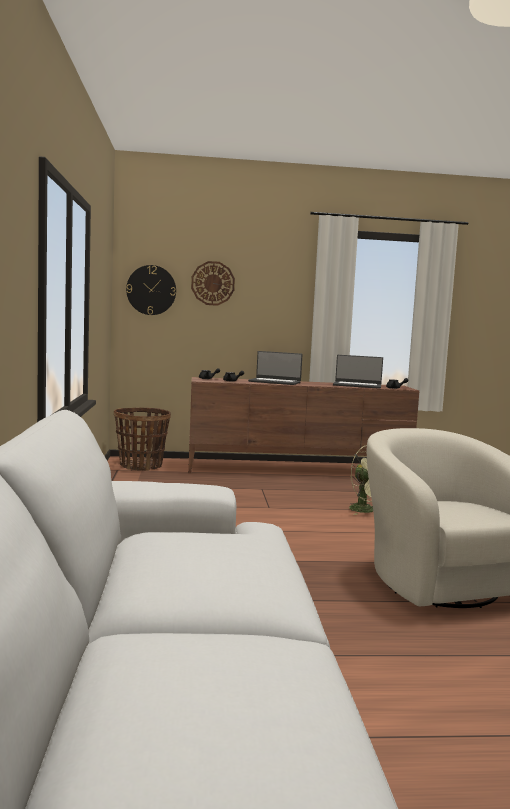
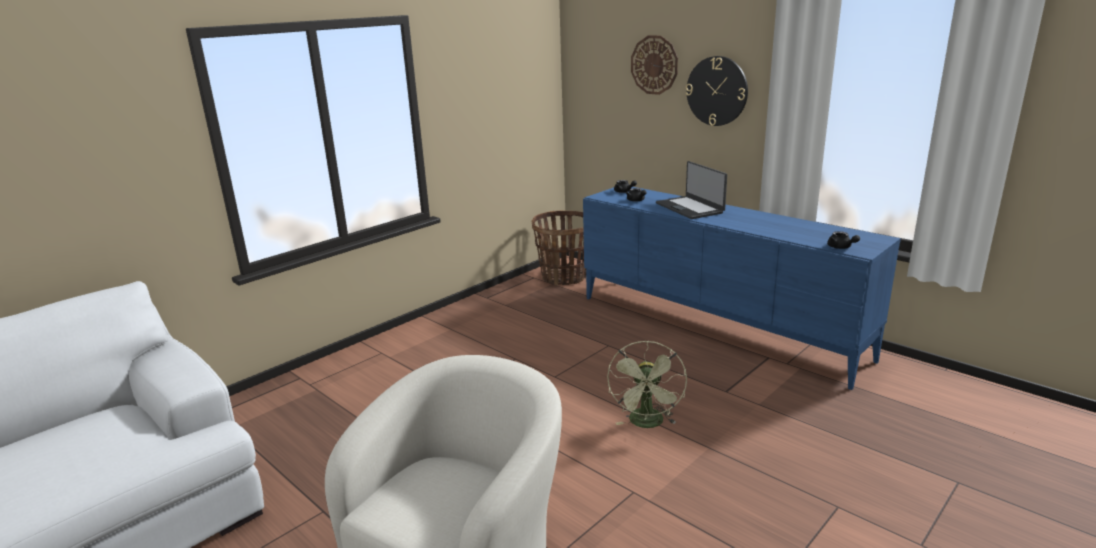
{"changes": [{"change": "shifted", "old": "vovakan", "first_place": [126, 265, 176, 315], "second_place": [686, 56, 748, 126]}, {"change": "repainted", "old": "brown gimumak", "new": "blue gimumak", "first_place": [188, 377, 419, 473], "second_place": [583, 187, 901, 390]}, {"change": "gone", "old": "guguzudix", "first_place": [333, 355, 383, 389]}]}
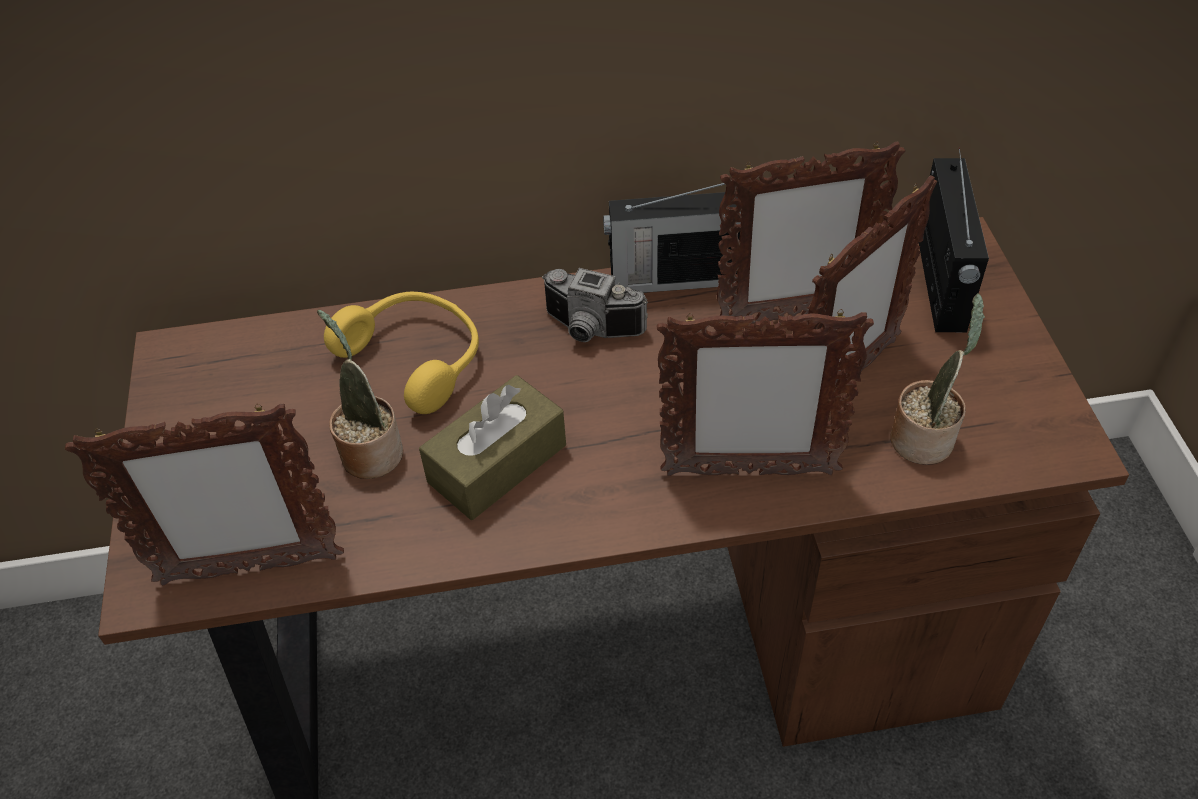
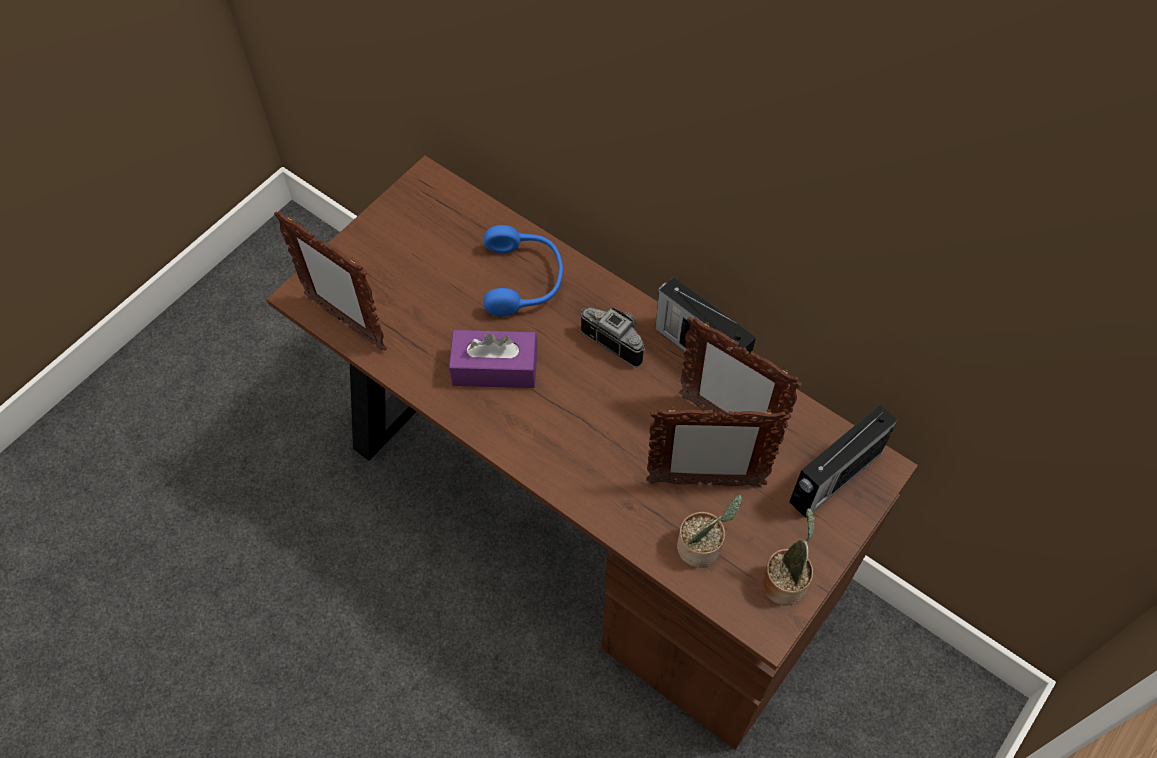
{"changes": [{"change": "shifted", "old": "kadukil", "first_place": [317, 310, 403, 479], "second_place": [762, 508, 815, 606]}, {"change": "repainted", "old": "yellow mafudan", "new": "blue mafudan", "first_place": [324, 292, 479, 414], "second_place": [483, 225, 564, 317]}, {"change": "repainted", "old": "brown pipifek", "new": "purple pipifek", "first_place": [419, 375, 566, 520], "second_place": [449, 330, 538, 388]}, {"change": "rotated", "old": "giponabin", "first_place": [542, 268, 648, 342], "second_place": [581, 307, 645, 367], "degrees": 150}, {"change": "gone", "old": "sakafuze", "first_place": [657, 309, 874, 476]}]}
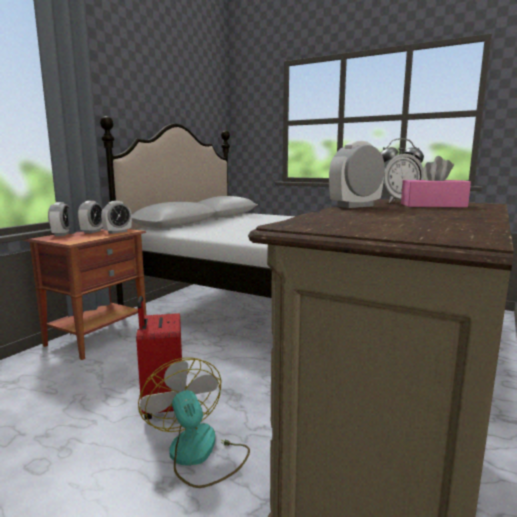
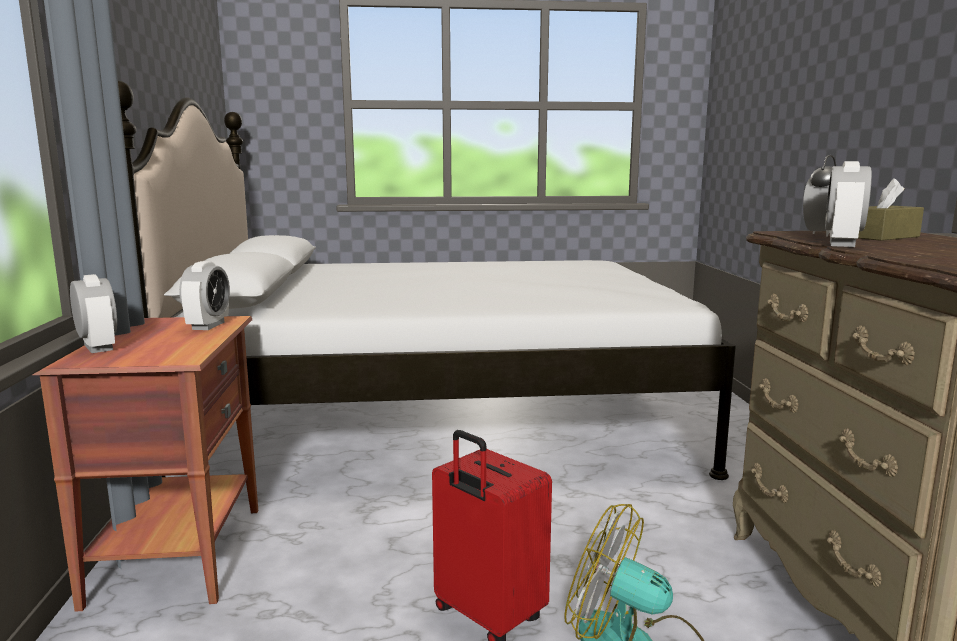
{"changes": [{"change": "gone", "old": "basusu", "first_place": [78, 201, 103, 233]}, {"change": "repainted", "old": "pink pipifek", "new": "brown pipifek", "first_place": [401, 156, 471, 207], "second_place": [858, 178, 924, 241]}]}
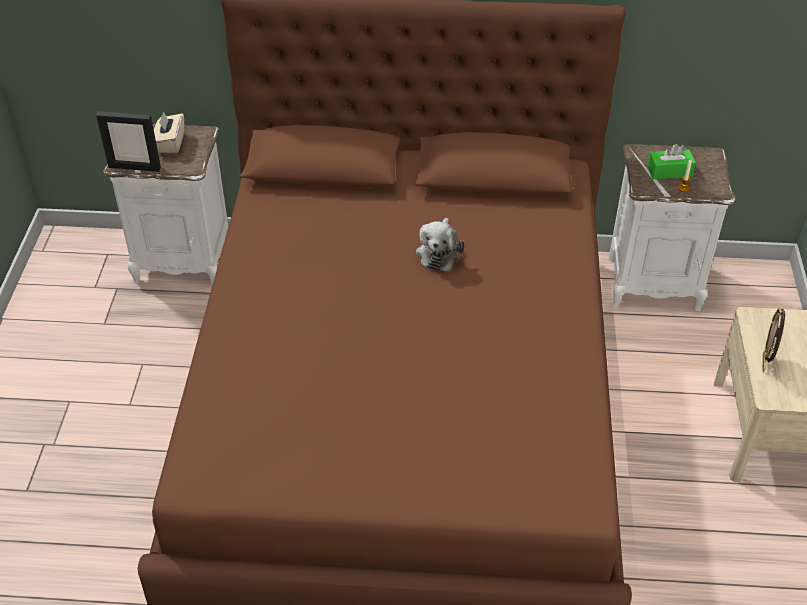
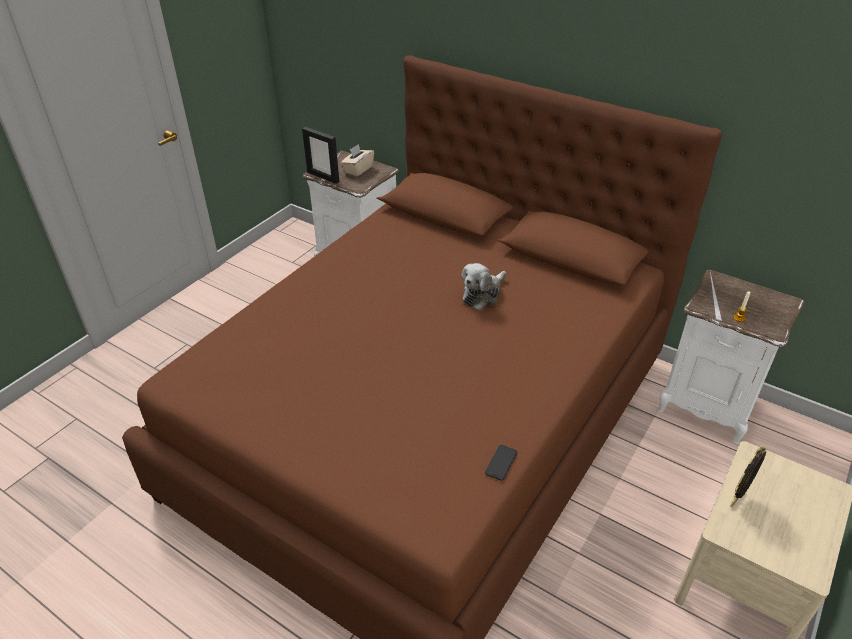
{"changes": [{"change": "gone", "old": "green pipifek", "first_place": [647, 144, 696, 179]}, {"change": "new", "new": "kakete", "second_place": [485, 445, 517, 481]}]}
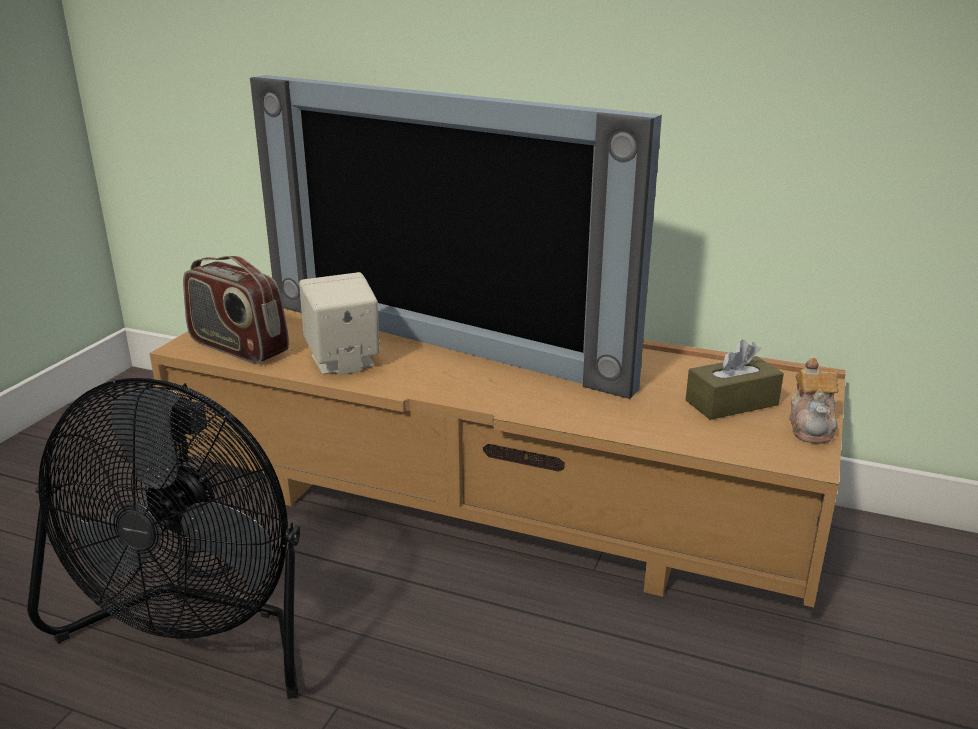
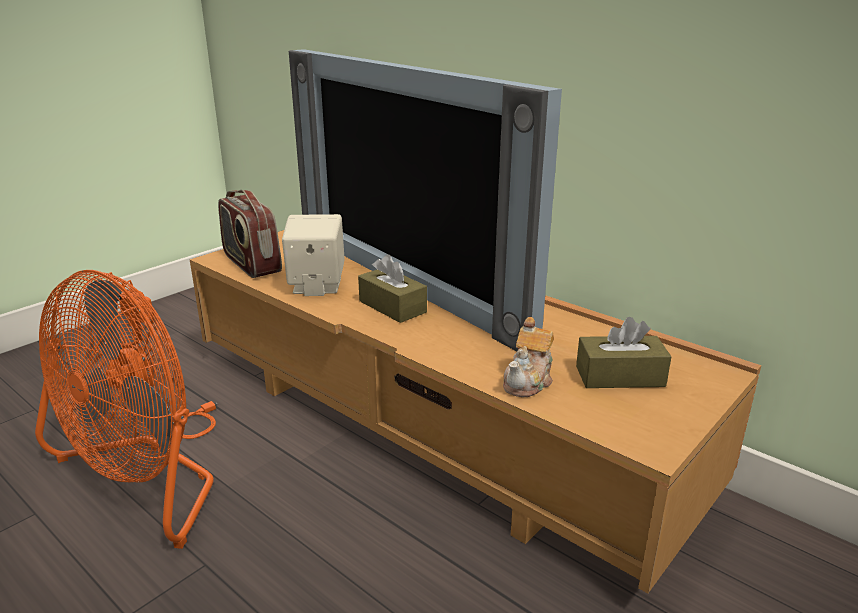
{"changes": [{"change": "repainted", "old": "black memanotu", "new": "orange memanotu", "first_place": [27, 378, 300, 699], "second_place": [35, 270, 217, 549]}, {"change": "shifted", "old": "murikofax", "first_place": [789, 358, 839, 444], "second_place": [503, 317, 554, 397]}, {"change": "new", "new": "brown pipifek", "second_place": [358, 255, 427, 323]}]}
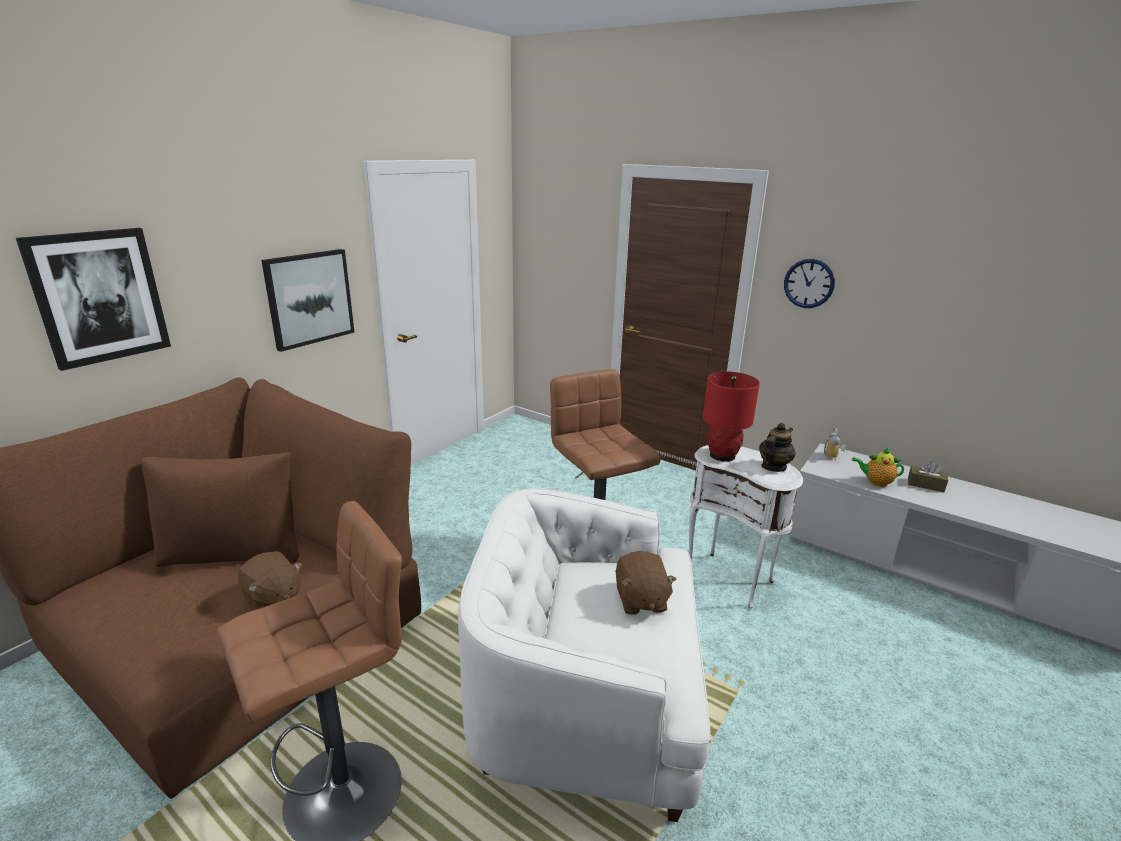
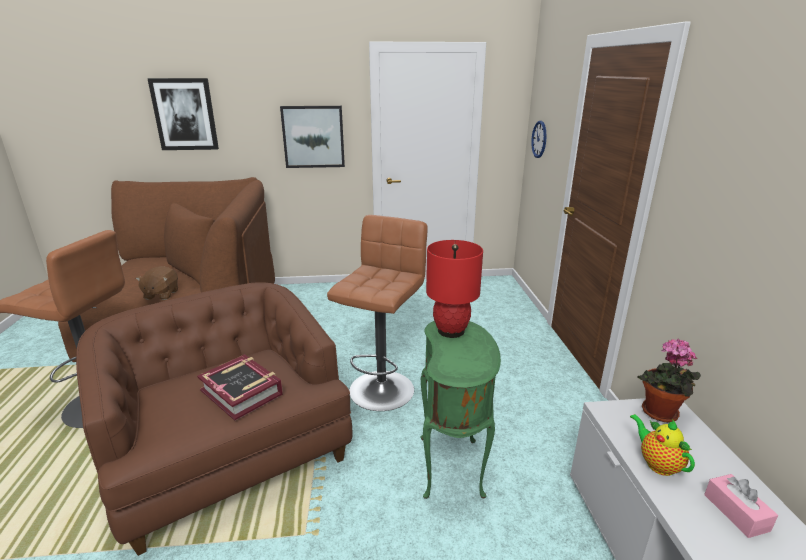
{"changes": [{"change": "repainted", "old": "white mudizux", "new": "brown mudizux", "first_place": [458, 488, 711, 822], "second_place": [76, 282, 353, 556]}, {"change": "swapped", "old": "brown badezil", "new": "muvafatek", "first_place": [616, 551, 677, 615], "second_place": [197, 354, 283, 421]}, {"change": "repainted", "old": "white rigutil", "new": "green rigutil", "first_place": [689, 445, 803, 609], "second_place": [421, 321, 501, 499]}, {"change": "gone", "old": "murikofax", "first_place": [759, 423, 796, 472]}, {"change": "shifted", "old": "vovakan", "first_place": [784, 259, 835, 308], "second_place": [531, 121, 547, 158]}, {"change": "swapped", "old": "basusu", "new": "kadukil", "first_place": [824, 428, 846, 460], "second_place": [637, 339, 701, 423]}, {"change": "repainted", "old": "brown pipifek", "new": "pink pipifek", "first_place": [908, 461, 948, 492], "second_place": [704, 474, 778, 538]}]}
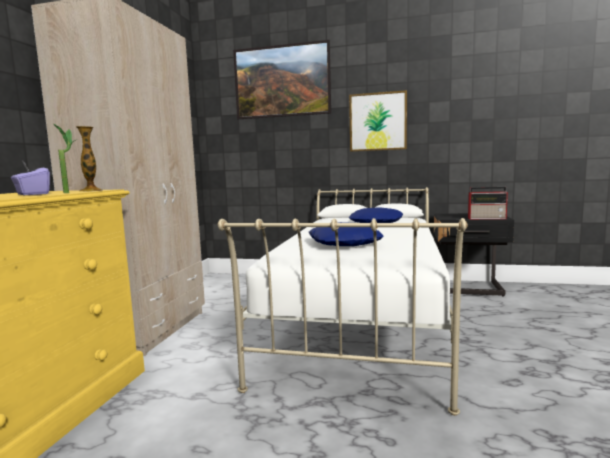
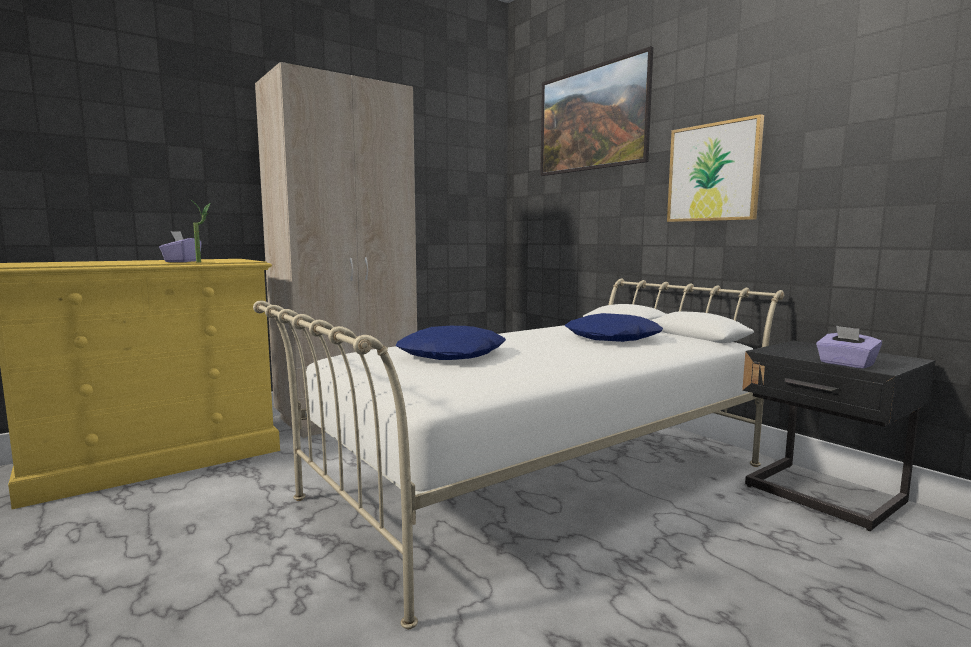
{"changes": [{"change": "gone", "old": "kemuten", "first_place": [76, 126, 103, 192]}, {"change": "swapped", "old": "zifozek", "new": "purple pipifek", "first_place": [468, 187, 508, 219], "second_place": [816, 326, 882, 369]}]}
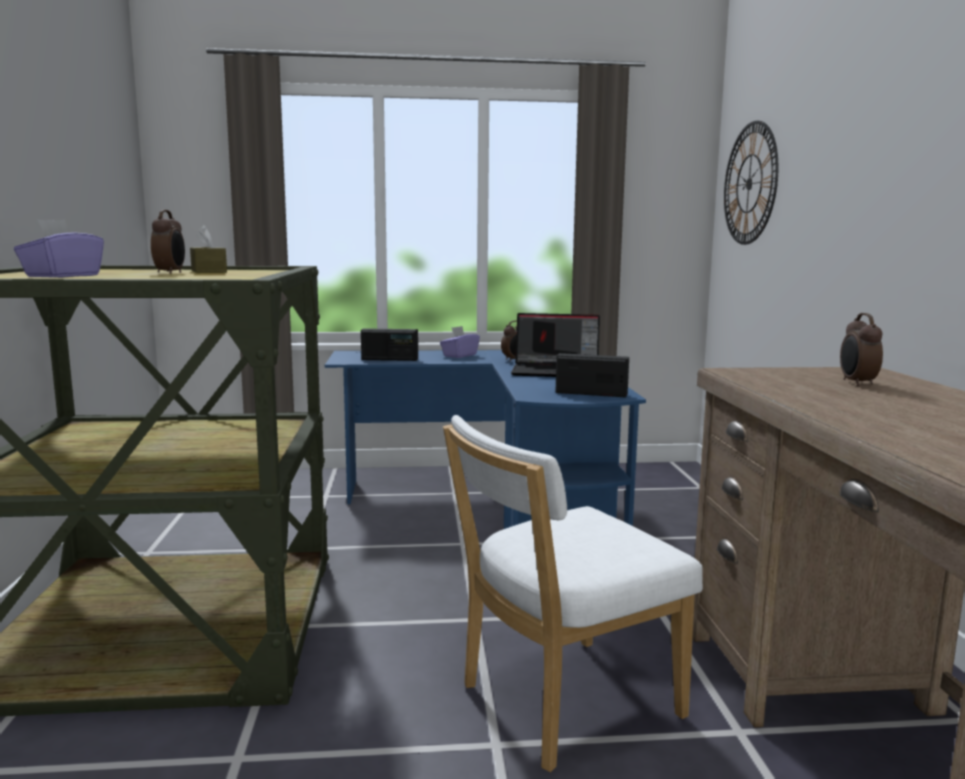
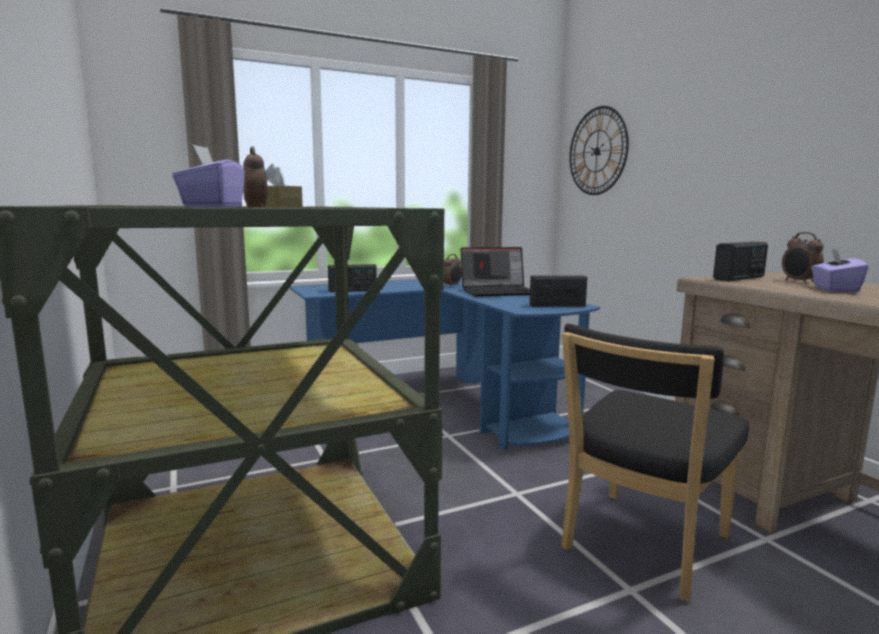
{"changes": [{"change": "shifted", "old": "purple pipifek", "first_place": [440, 326, 480, 358], "second_place": [811, 248, 868, 293]}, {"change": "repainted", "old": "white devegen", "new": "black devegen", "first_place": [443, 415, 703, 772], "second_place": [561, 324, 749, 602]}, {"change": "new", "new": "zifozek", "second_place": [713, 242, 768, 281]}]}
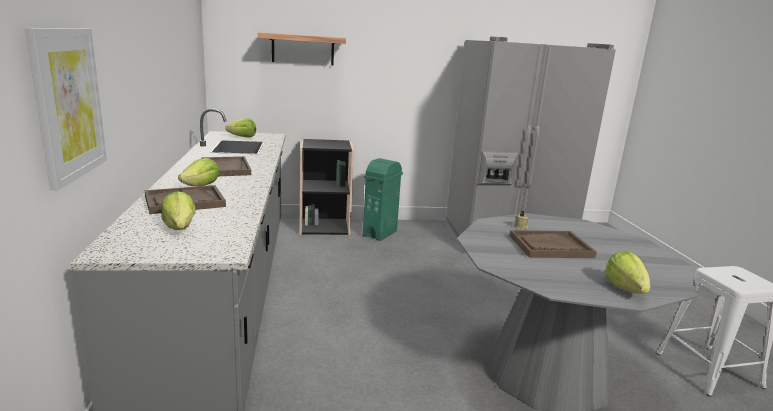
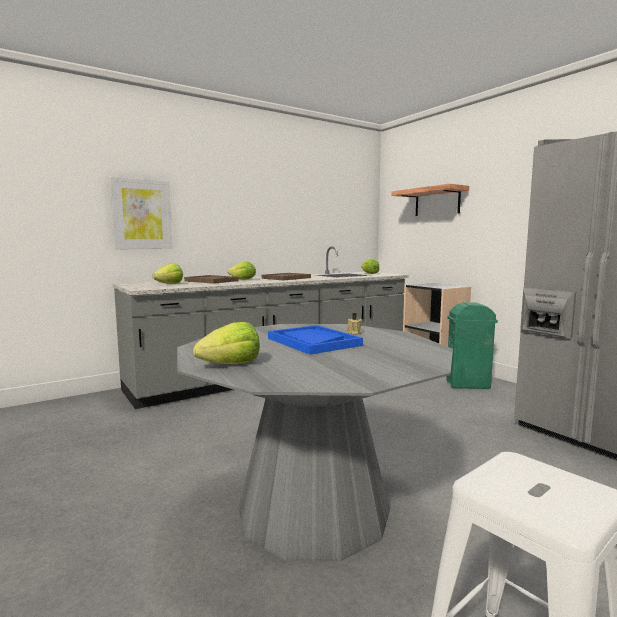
{"changes": [{"change": "repainted", "old": "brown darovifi", "new": "blue darovifi", "first_place": [510, 230, 597, 258], "second_place": [268, 325, 363, 355]}]}
